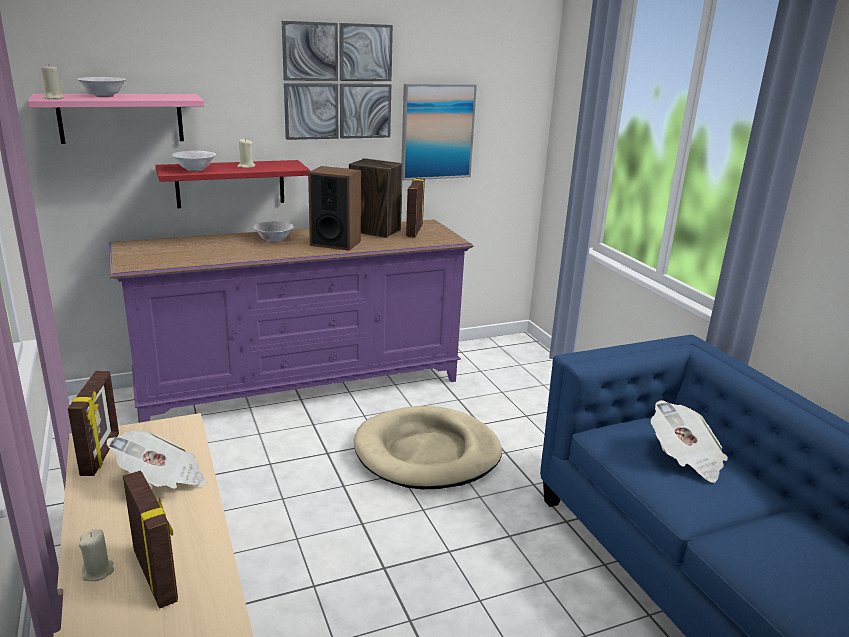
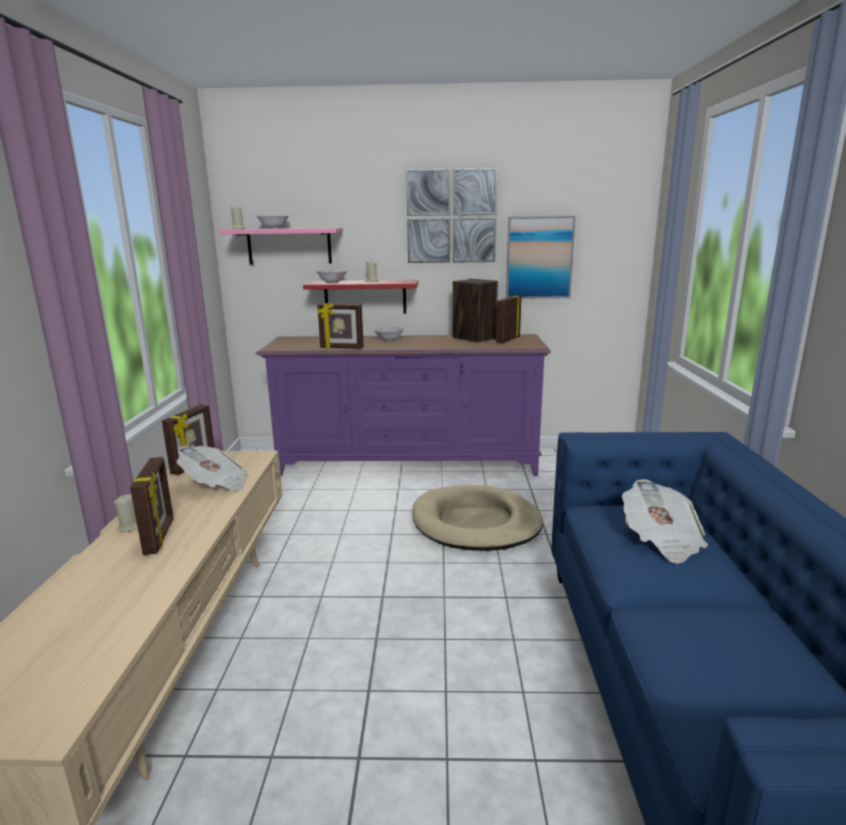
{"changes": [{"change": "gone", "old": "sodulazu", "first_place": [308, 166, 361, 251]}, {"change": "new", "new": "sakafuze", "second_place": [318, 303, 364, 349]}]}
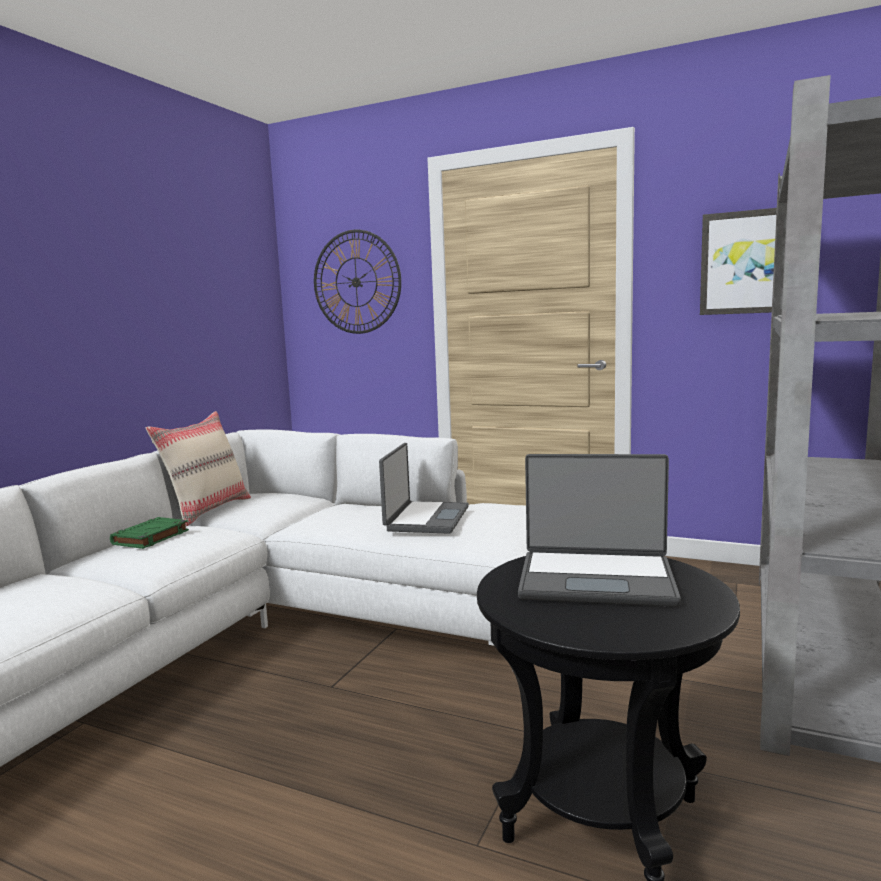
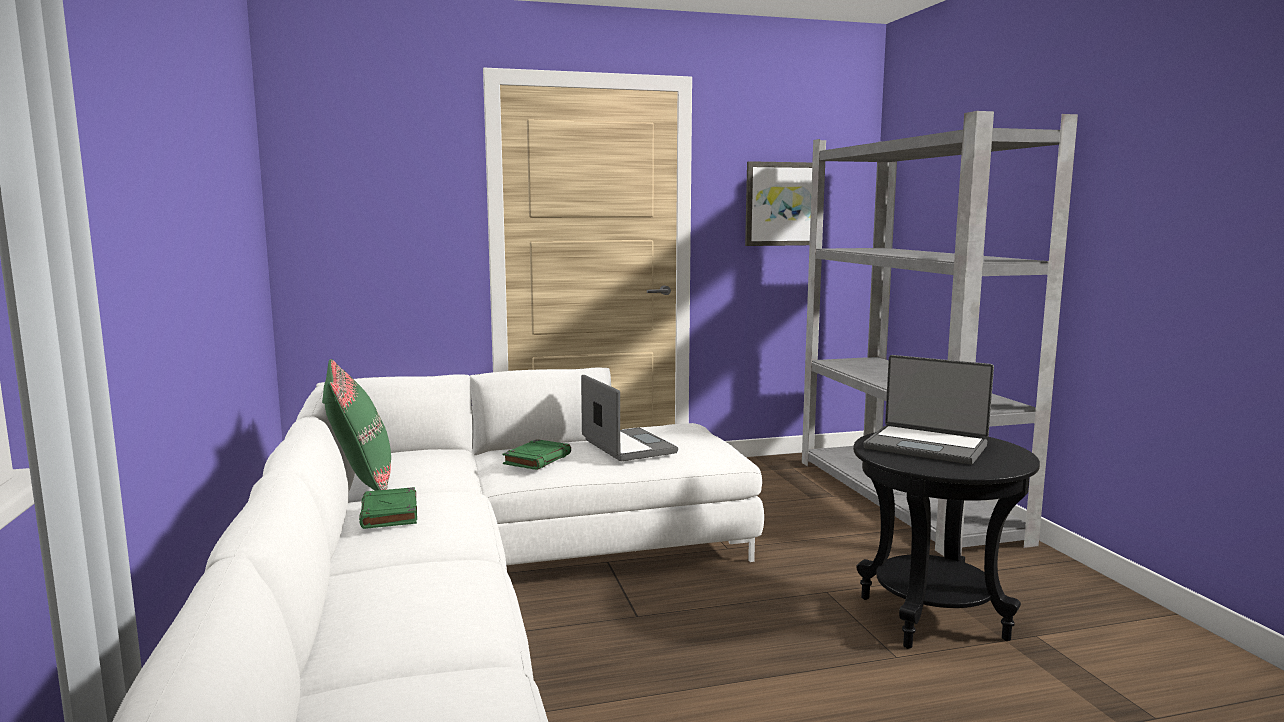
{"changes": [{"change": "repainted", "old": "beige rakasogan", "new": "green rakasogan", "first_place": [146, 411, 251, 526], "second_place": [322, 359, 391, 491]}, {"change": "gone", "old": "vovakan", "first_place": [314, 229, 401, 334]}, {"change": "rotated", "old": "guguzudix", "first_place": [518, 454, 681, 607], "second_place": [864, 355, 994, 464], "degrees": 60}, {"change": "new", "new": "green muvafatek", "second_place": [502, 439, 571, 470]}]}
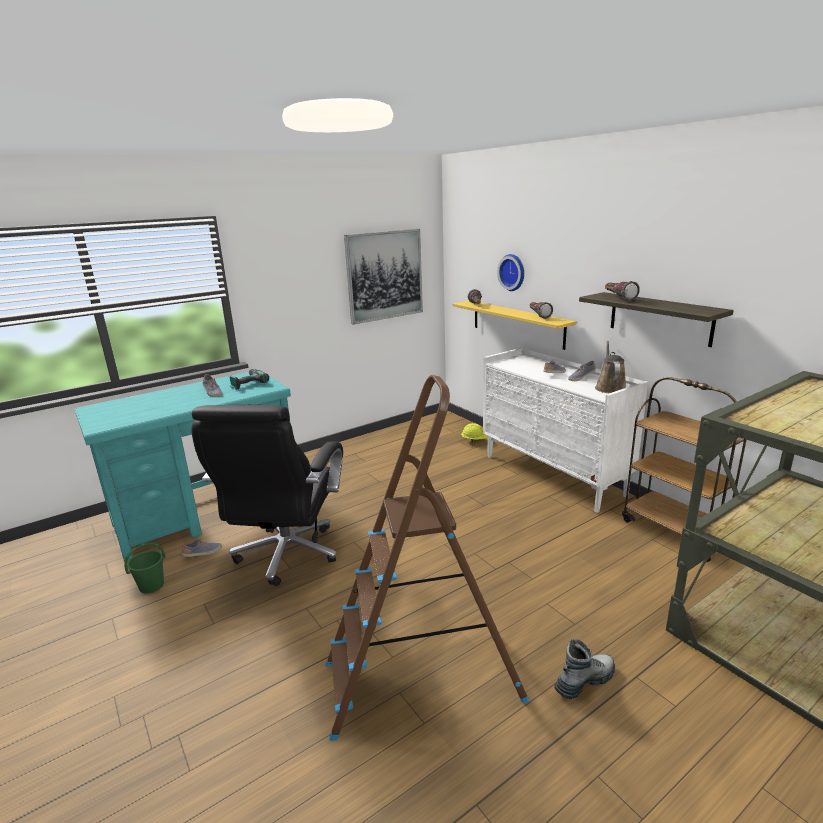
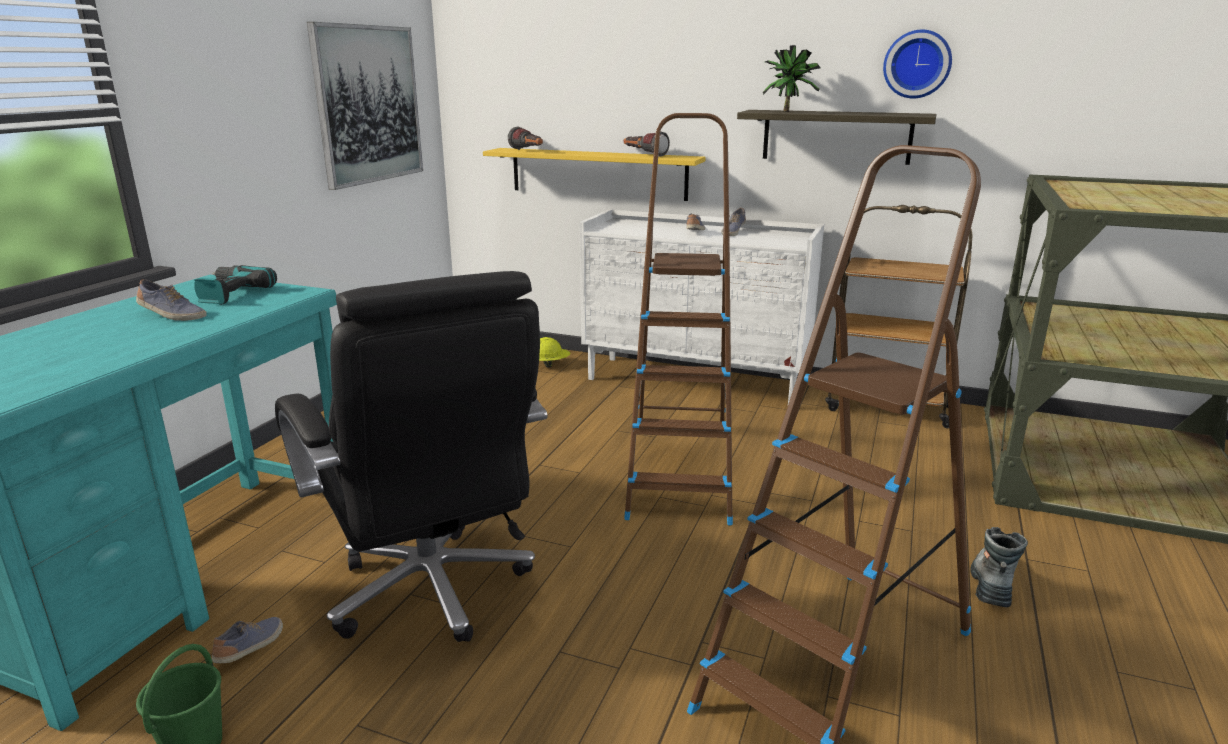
{"changes": [{"change": "shifted", "old": "vovakan", "first_place": [497, 254, 524, 291], "second_place": [883, 30, 952, 98]}, {"change": "gone", "old": "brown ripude", "first_place": [595, 341, 626, 393]}, {"change": "swapped", "old": "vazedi", "new": "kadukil", "first_place": [605, 281, 640, 301], "second_place": [763, 45, 820, 112]}, {"change": "new", "new": "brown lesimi", "second_place": [624, 113, 733, 525]}]}
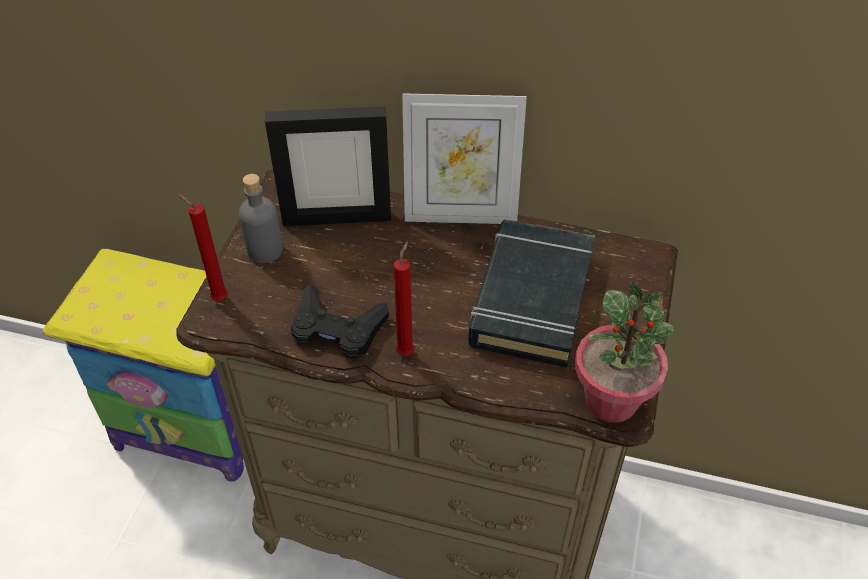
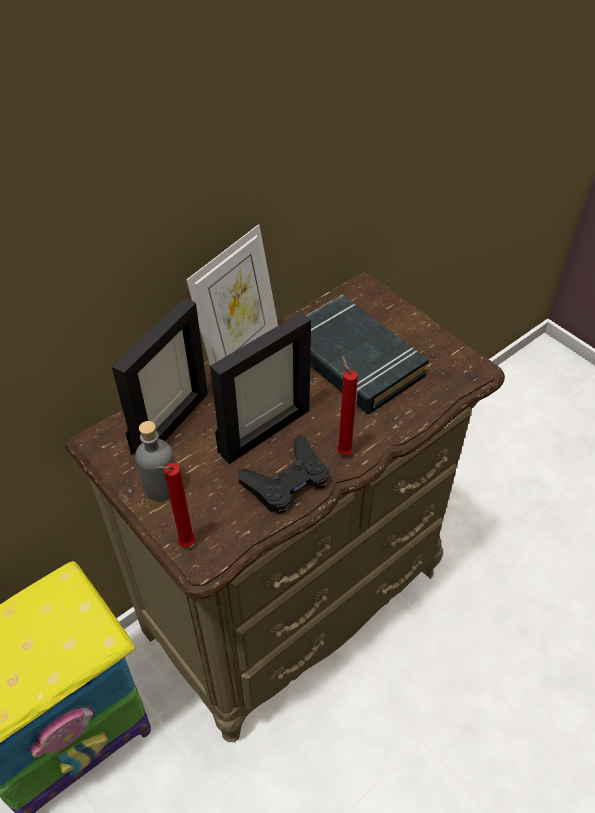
{"changes": [{"change": "gone", "old": "kadukil", "first_place": [575, 282, 674, 423]}, {"change": "new", "new": "sakafuze", "second_place": [210, 312, 311, 464]}]}
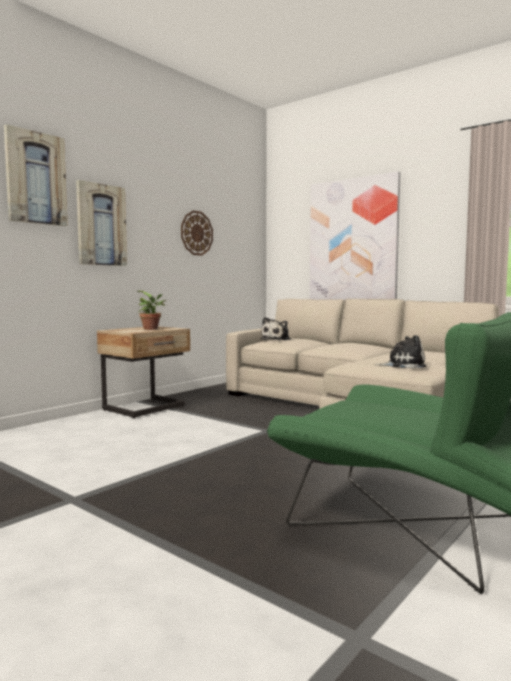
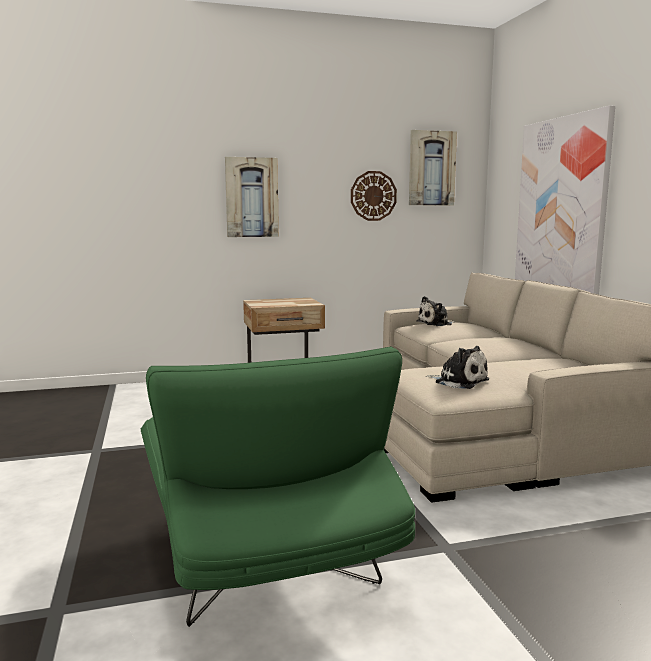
{"changes": [{"change": "shifted", "old": "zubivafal", "first_place": [4, 124, 68, 226], "second_place": [409, 130, 457, 205]}, {"change": "gone", "old": "kadukil", "first_place": [137, 291, 166, 330]}]}
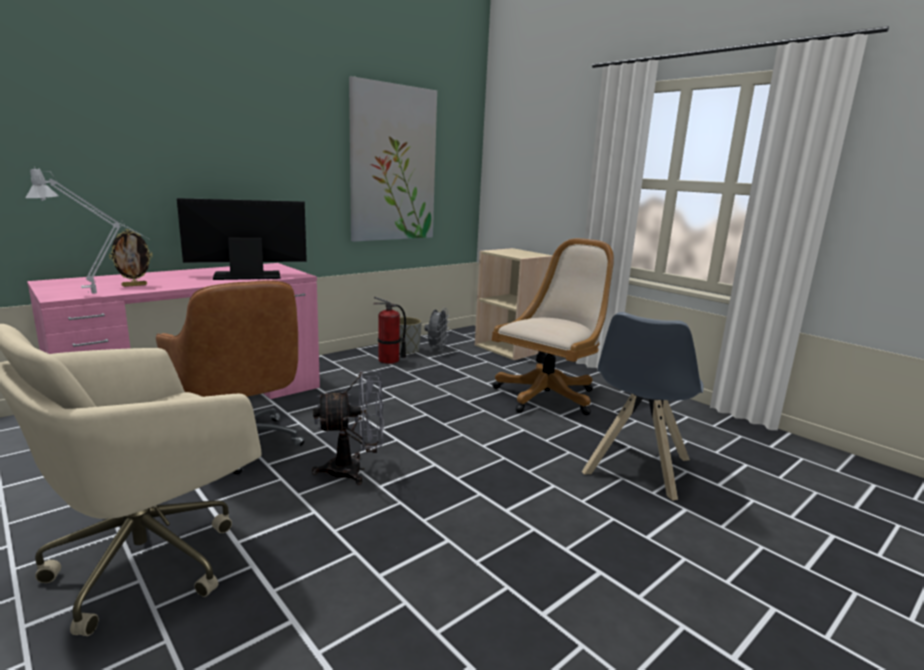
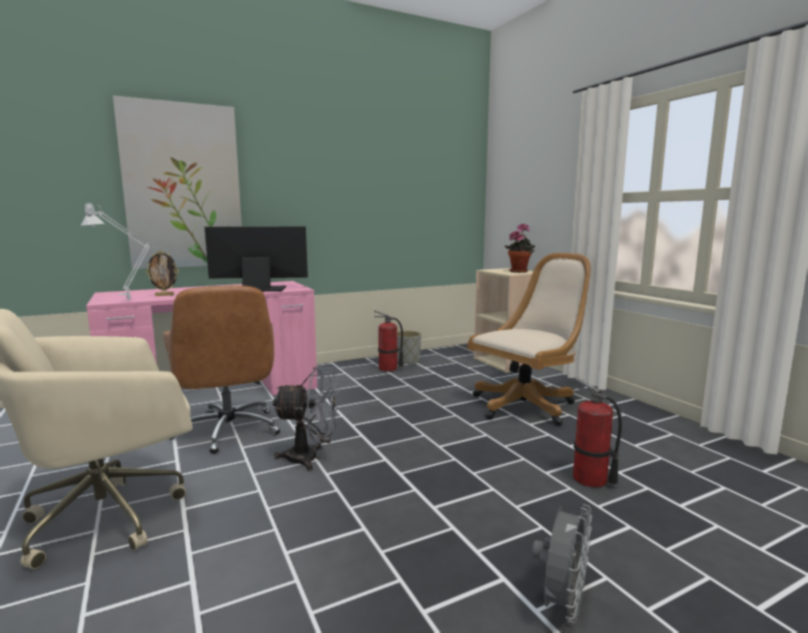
{"changes": [{"change": "shifted", "old": "zubivafal", "first_place": [349, 76, 437, 242], "second_place": [113, 96, 242, 269]}, {"change": "shifted", "old": "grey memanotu", "first_place": [425, 308, 450, 351], "second_place": [532, 504, 592, 623]}, {"change": "swapped", "old": "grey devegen", "new": "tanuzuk", "first_place": [582, 312, 704, 501], "second_place": [572, 376, 622, 488]}, {"change": "new", "new": "kadukil", "second_place": [505, 223, 535, 273]}]}
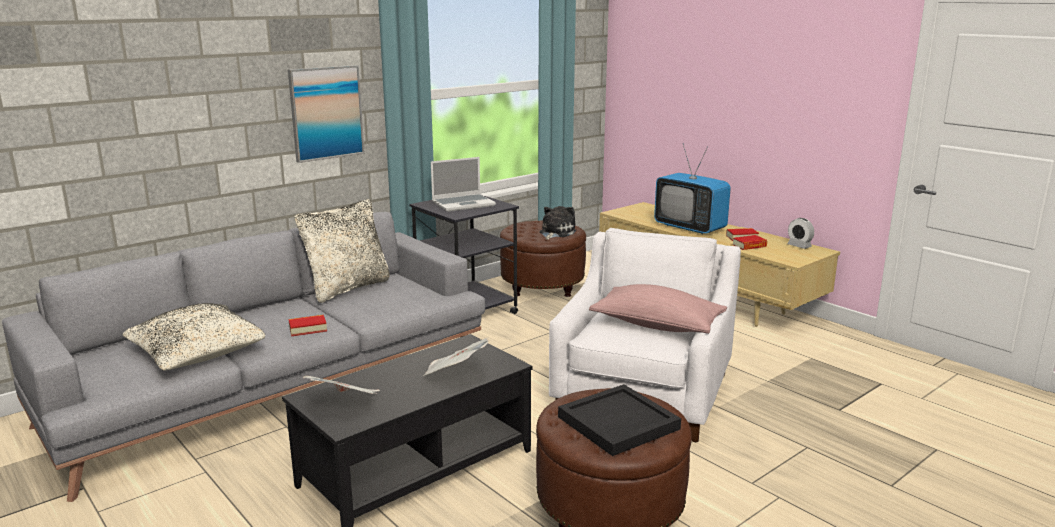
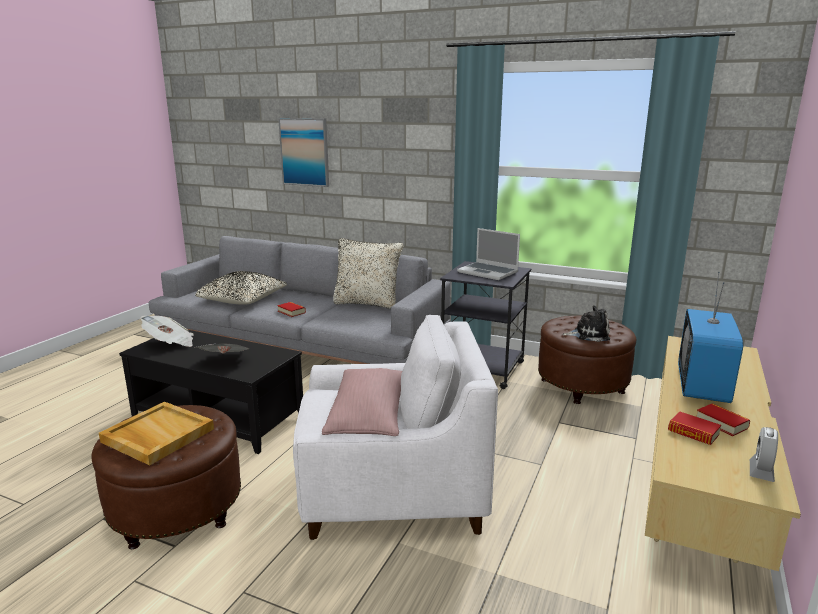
{"changes": [{"change": "shifted", "old": "zubivafal", "first_place": [288, 65, 365, 163], "second_place": [278, 118, 329, 187]}, {"change": "repainted", "old": "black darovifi", "new": "beige darovifi", "first_place": [558, 384, 681, 456], "second_place": [99, 402, 214, 465]}]}
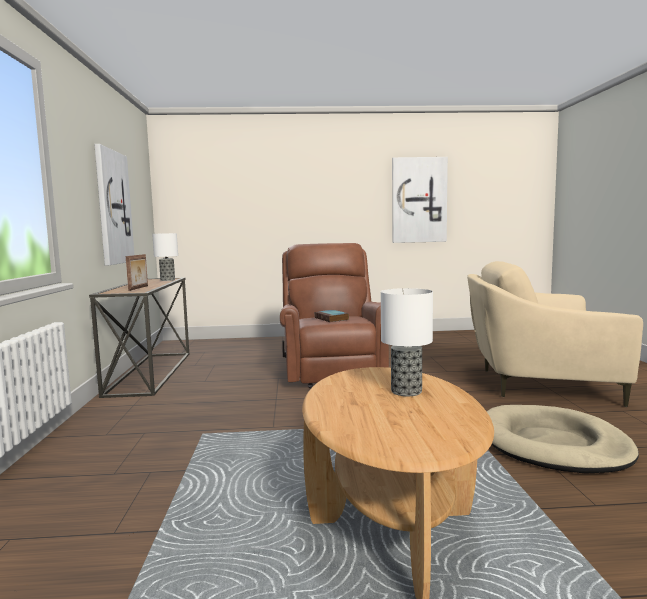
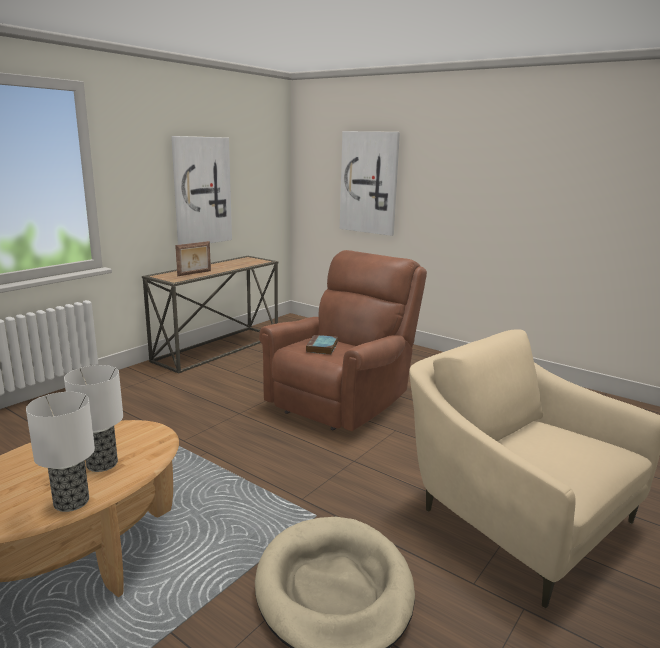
{"changes": [{"change": "shifted", "old": "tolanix", "first_place": [152, 233, 178, 281], "second_place": [26, 392, 95, 512]}, {"change": "shifted", "old": "zubivafal", "first_place": [392, 157, 448, 243], "second_place": [340, 131, 400, 236]}]}
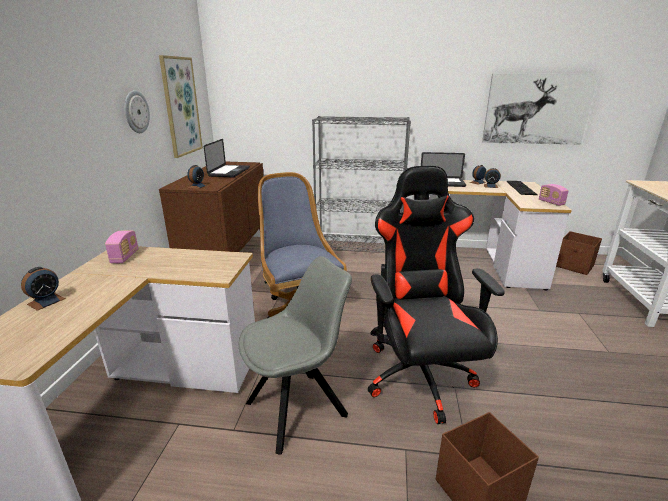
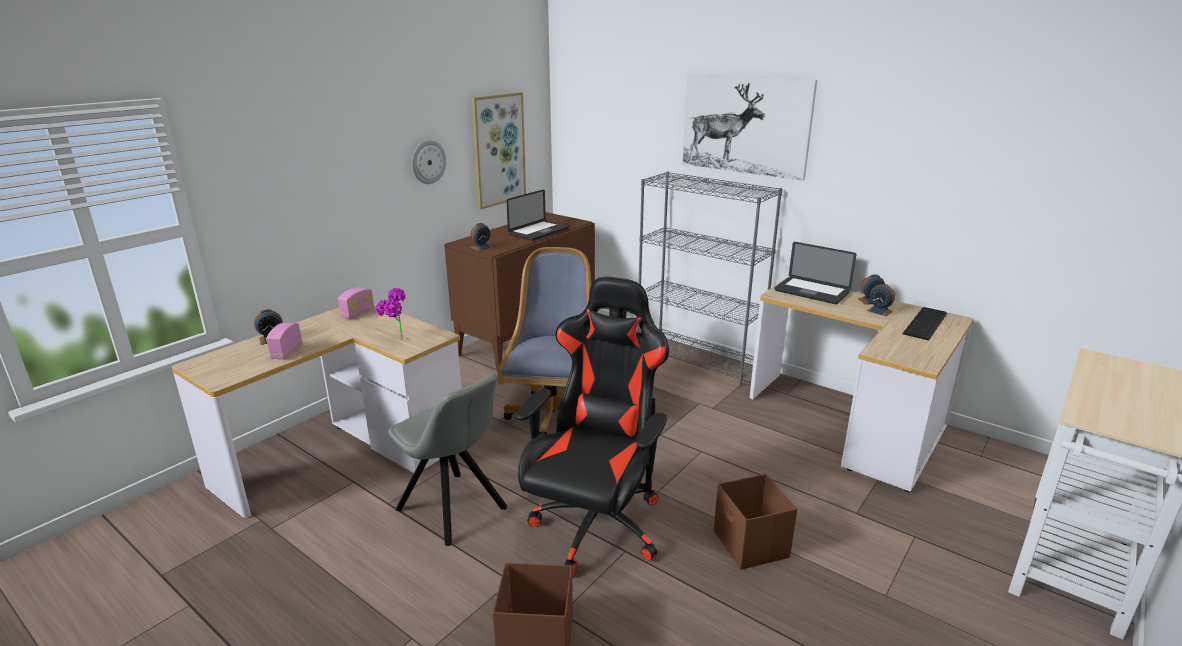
{"changes": [{"change": "rotated", "old": "grey devegen", "first_place": [239, 256, 352, 455], "second_place": [388, 374, 507, 546], "degrees": 45}, {"change": "shifted", "old": "zubivafal", "first_place": [482, 74, 599, 145], "second_place": [682, 74, 817, 181]}, {"change": "shifted", "old": "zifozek", "first_place": [539, 184, 569, 206], "second_place": [266, 323, 302, 359]}, {"change": "shifted", "old": "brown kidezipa", "first_place": [556, 231, 602, 275], "second_place": [714, 474, 797, 570]}, {"change": "new", "new": "kadukil", "second_place": [376, 288, 405, 340]}]}
